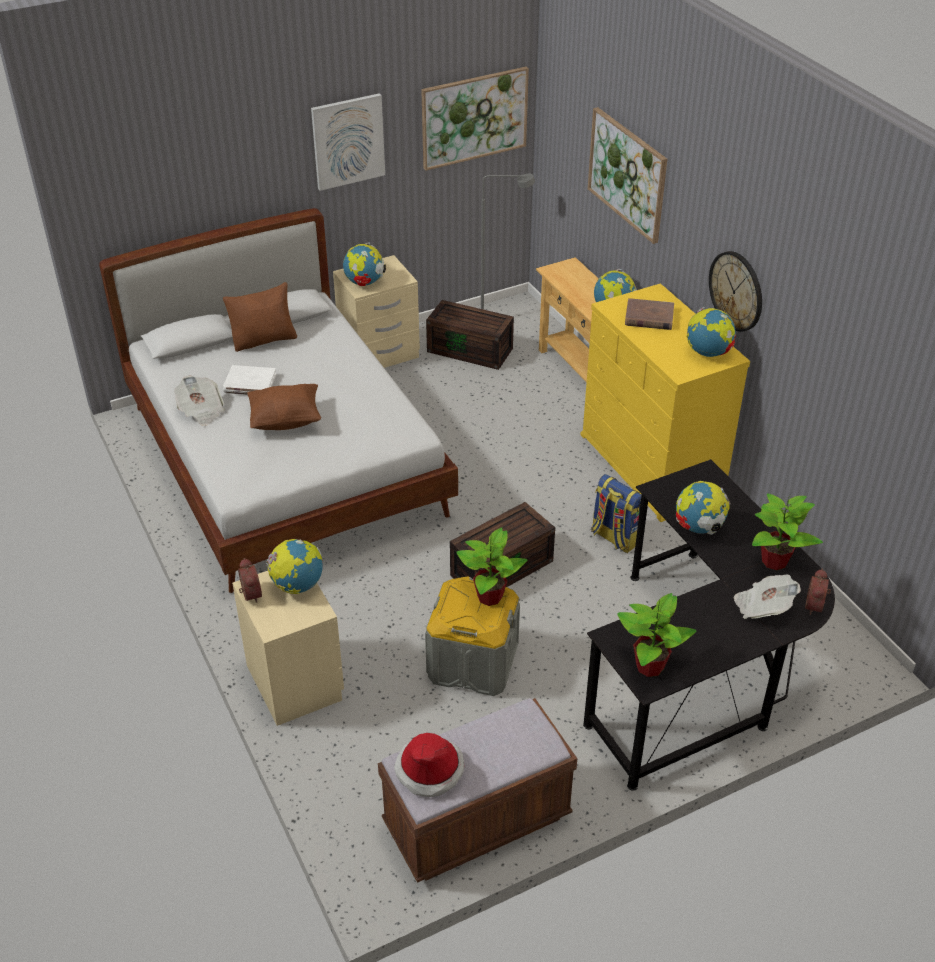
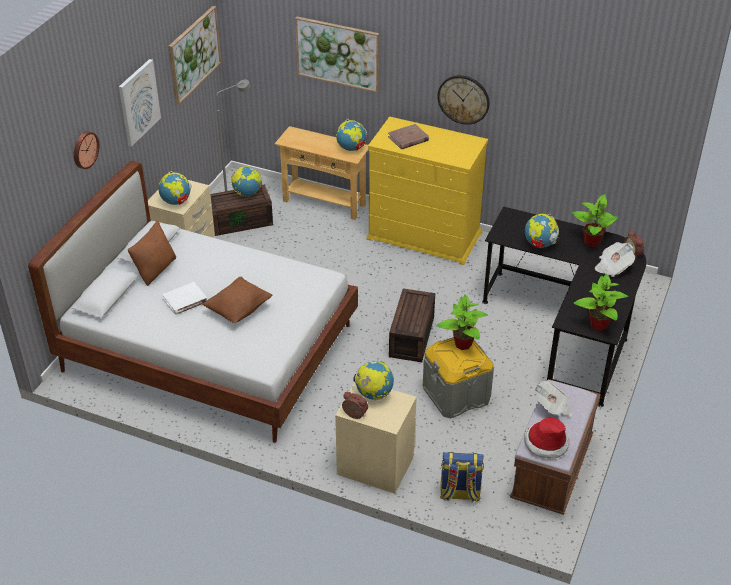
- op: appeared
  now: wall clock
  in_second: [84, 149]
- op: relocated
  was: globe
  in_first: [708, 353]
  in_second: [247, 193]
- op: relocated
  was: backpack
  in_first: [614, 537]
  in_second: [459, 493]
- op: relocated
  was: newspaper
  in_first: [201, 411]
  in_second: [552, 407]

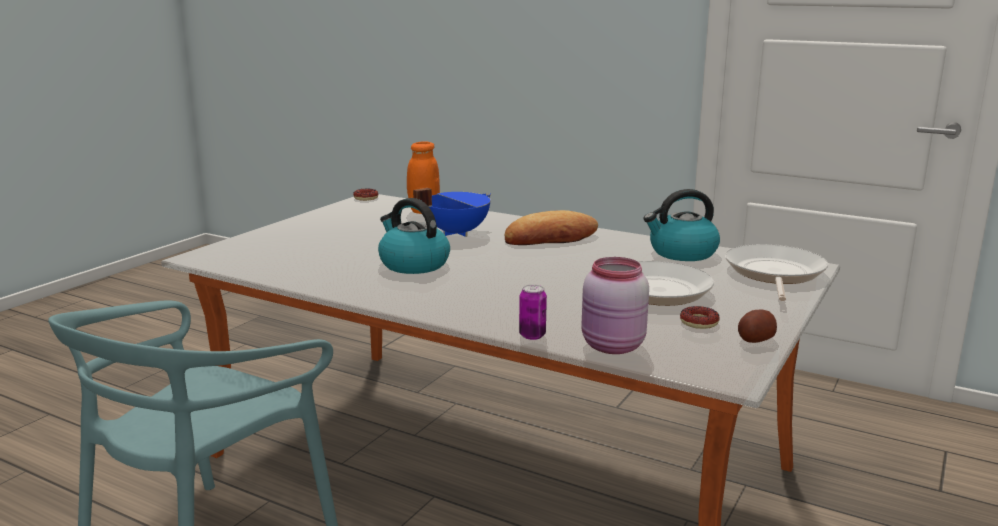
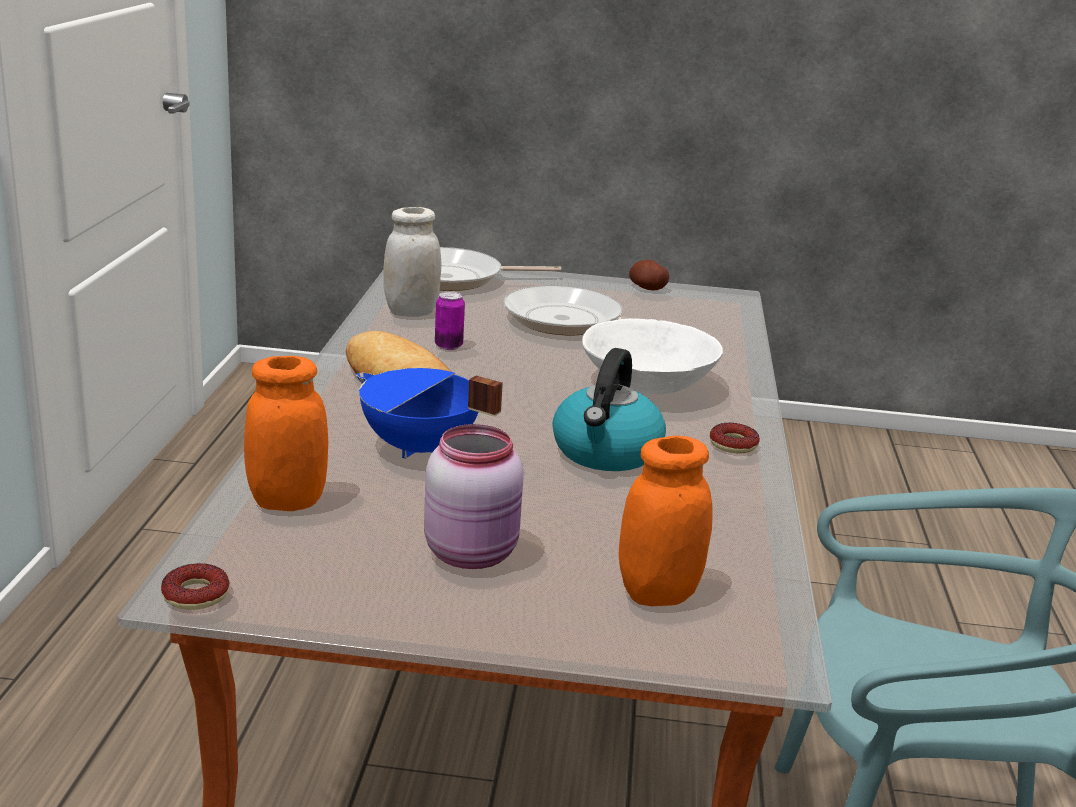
- op: exchanged
  was: kettle
  now: white jar
  in_first: [682, 253]
  in_second: [411, 312]
- op: relocated
  was: pink jar
  in_first: [613, 347]
  in_second: [473, 553]
- op: relocated
  was: can
  in_first: [532, 335]
  in_second: [448, 346]
- op: appeared
  now: white bowl
  in_second: [648, 385]
- op: appeared
  now: orange jar
  in_second: [658, 594]
- op: relocated
  was: donut
  in_first: [699, 322]
  in_second: [733, 444]

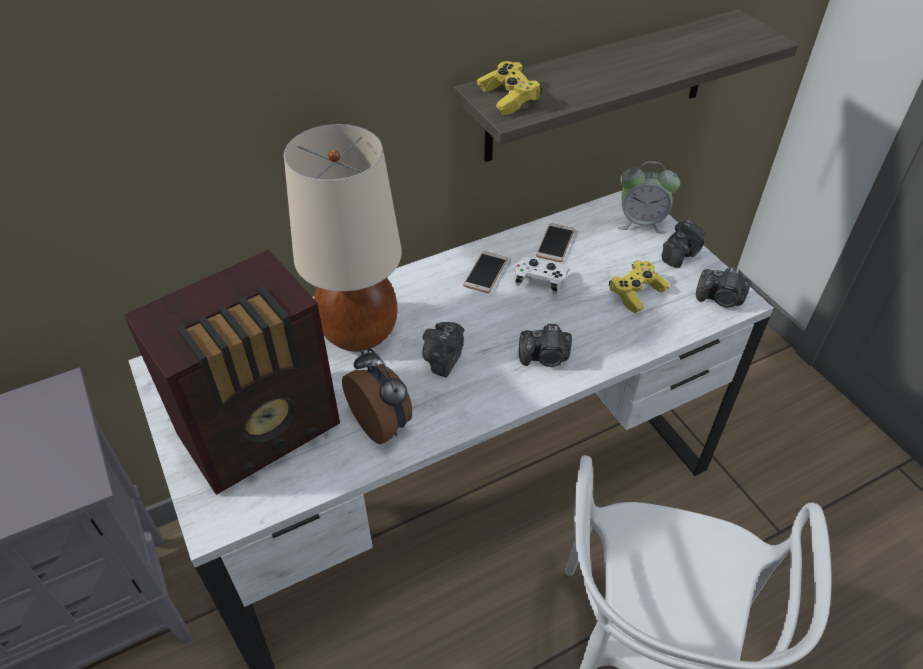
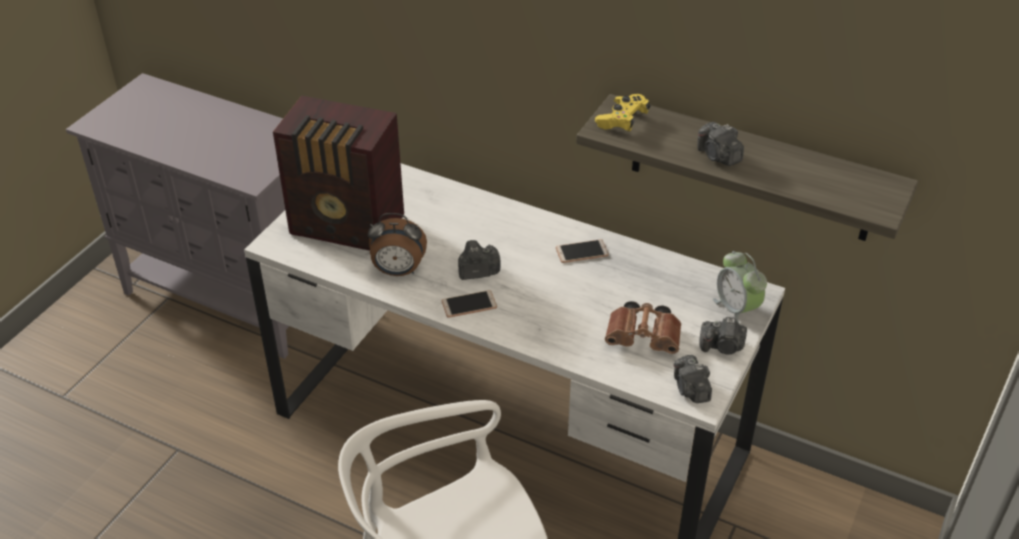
- op: spun
  was: alarm clock
  in_first: [382, 423]
  in_second: [398, 271]
  clockwise: 75
- op: relocated
  was: phone
  in_first: [555, 243]
  in_second: [469, 305]
- op: exchanged
  was: yellow game controller
  now: brown binoculars
  in_first: [636, 293]
  in_second: [645, 339]
- op: relocated
  was: photo camera
  in_first: [545, 357]
  in_second: [718, 156]
- op: missing
  was: beige table lamp
  in_first: [360, 331]
- op: missing
  was: white game controller
  in_first: [540, 281]

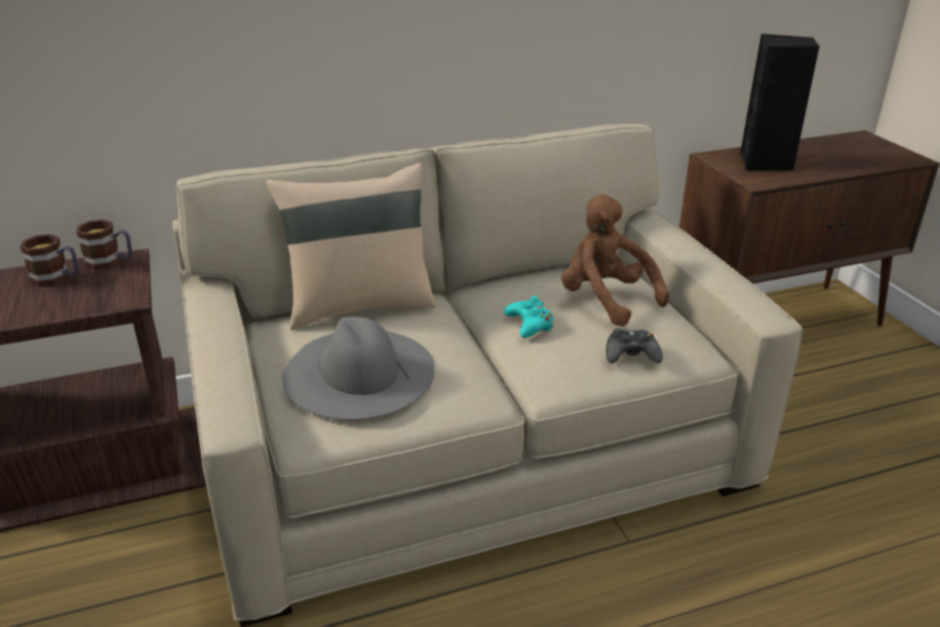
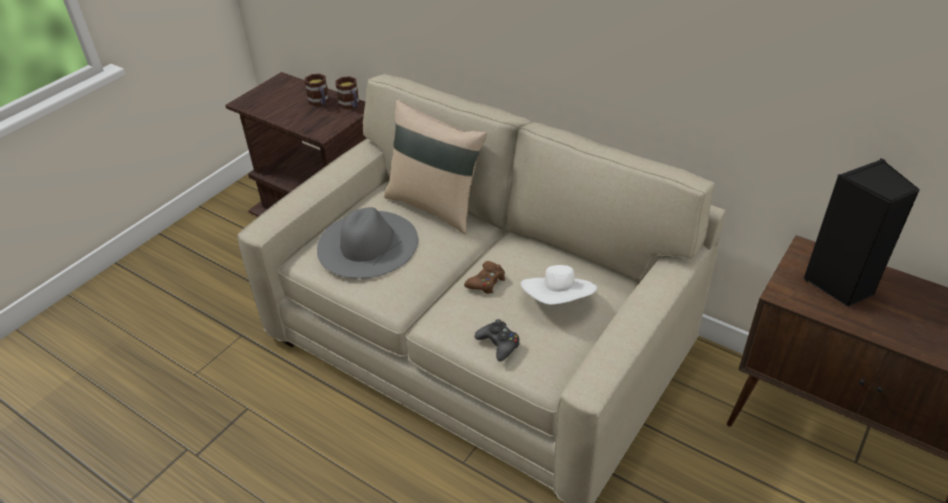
- op: colour
  was: turquoise game controller
  now: brown game controller
  in_first: [529, 324]
  in_second: [486, 282]
- op: exchanged
  was: brown plush toy
  now: white hat
  in_first: [605, 300]
  in_second: [558, 301]

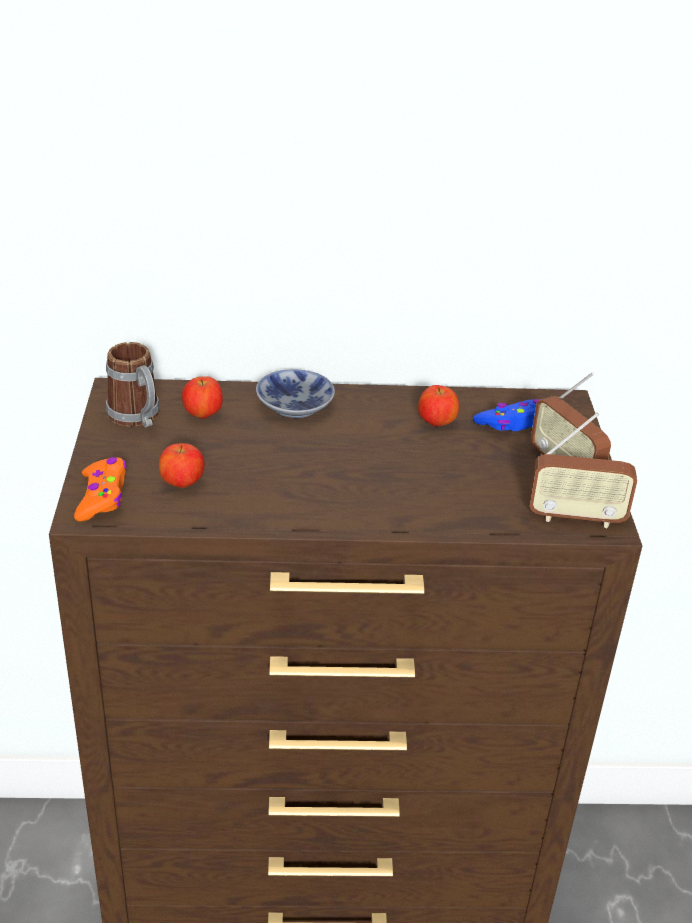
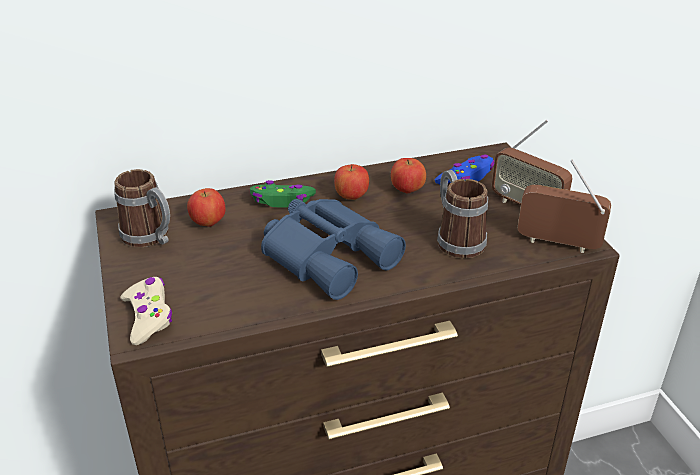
- op: colour
  was: orange game controller
  now: beige game controller
  in_first: [102, 496]
  in_second: [148, 316]
- op: exchanged
  was: bowl
  now: green game controller
  in_first: [292, 406]
  in_second: [282, 200]
- op: appeared
  now: blue binoculars
  in_second: [330, 254]
- op: relocated
  was: apple
  in_first: [182, 483]
  in_second: [351, 197]
- op: appeared
  now: mug
  in_second: [456, 239]
- op: spun
  was: radio
  in_first: [576, 517]
  in_second: [558, 243]
  clockwise: -150

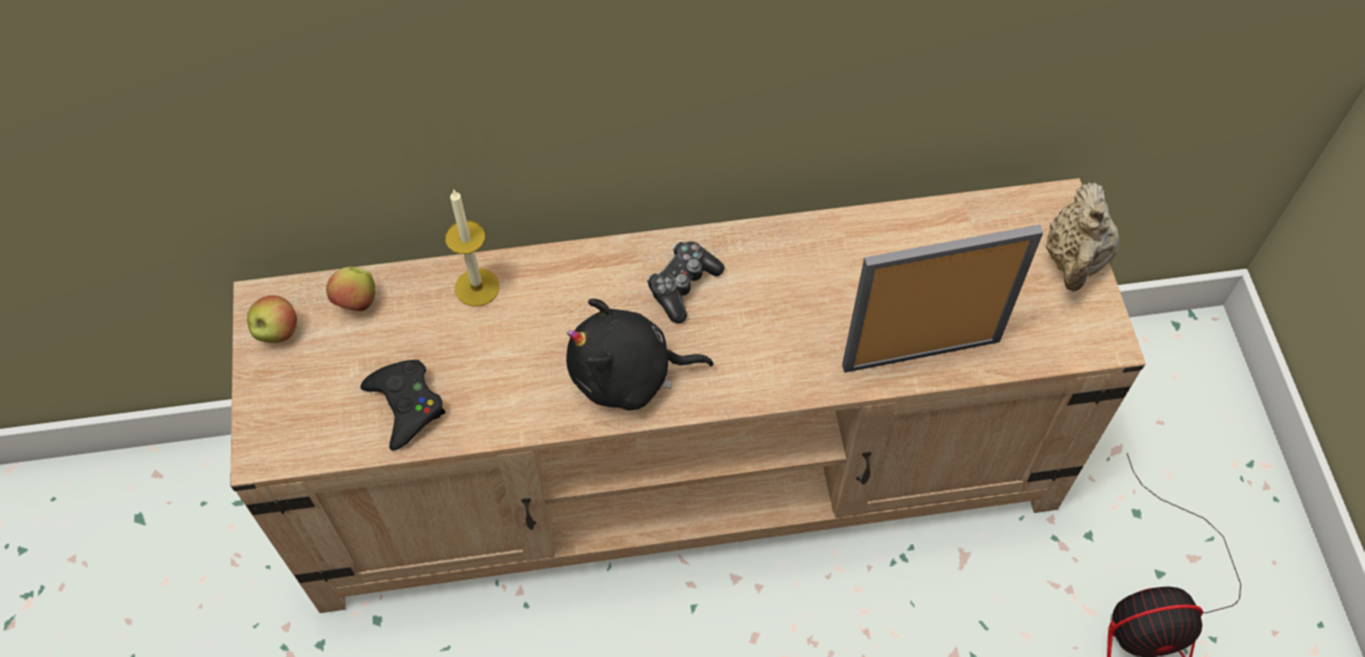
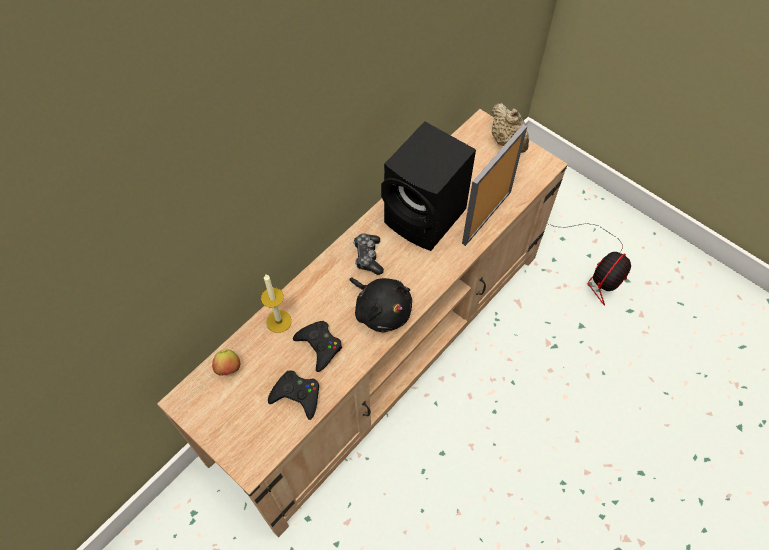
- op: appeared
  now: black game controller
  in_second: [319, 346]
- op: spun
  was: black plush toy
  in_first: [628, 375]
  in_second: [381, 310]
  clockwise: -90
- op: appeared
  now: black speaker
  in_second: [427, 218]
- op: missing
  was: apple
  in_first: [277, 332]

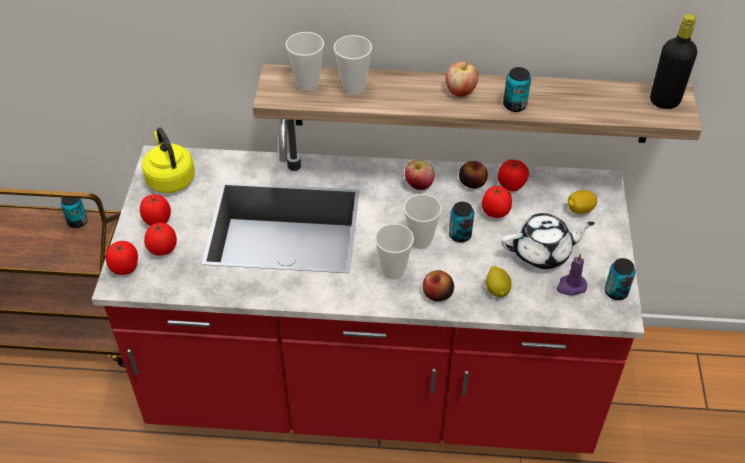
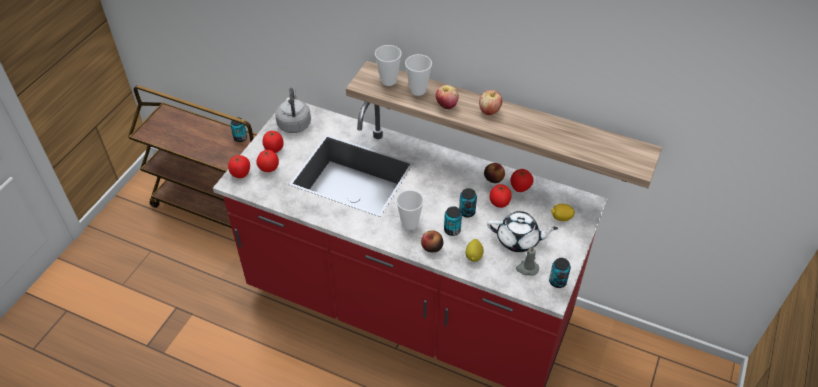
- op: colour
  was: yellow kettle
  now: grey kettle
  in_first: [170, 178]
  in_second: [294, 123]
- op: relocated
  was: apple
  in_first: [419, 185]
  in_second: [446, 105]
- op: relocated
  was: can
  in_first: [514, 105]
  in_second: [452, 230]
- op: colour
  was: purple candle
  now: grey candle
  in_first: [571, 286]
  in_second: [527, 268]
- op: missing
  was: cup
  in_first: [420, 241]
- op: missing
  was: black bottle
  in_first: [664, 101]

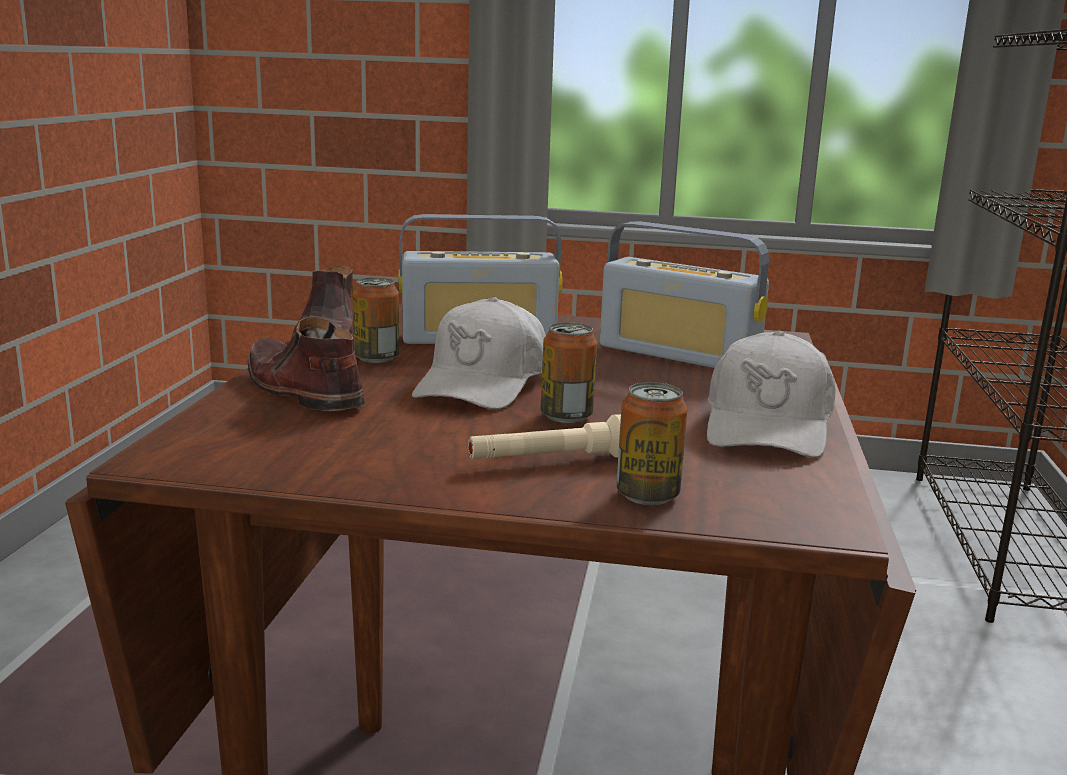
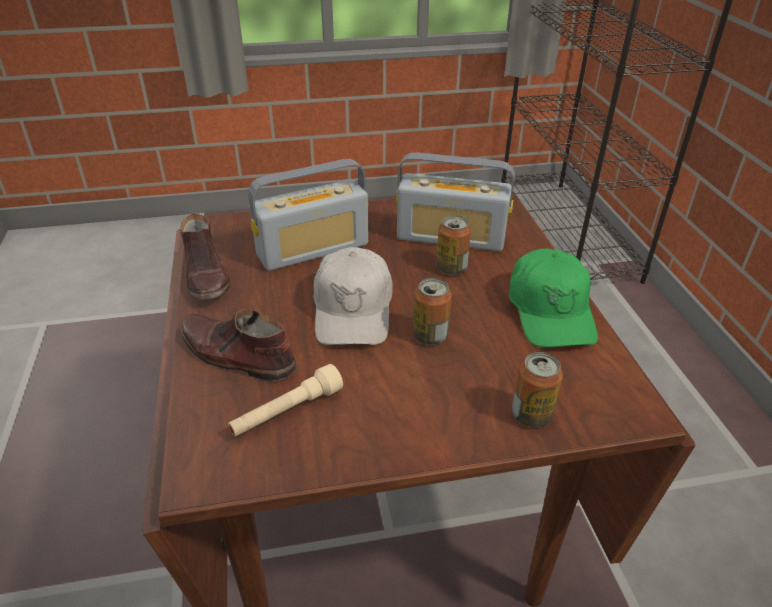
- op: relocated
  was: beige flashlight
  in_first: [554, 461]
  in_second: [287, 412]
- op: relocated
  was: can
  in_first: [376, 358]
  in_second: [451, 268]
- op: colour
  was: white cap
  now: green cap
  in_first: [768, 426]
  in_second: [551, 311]

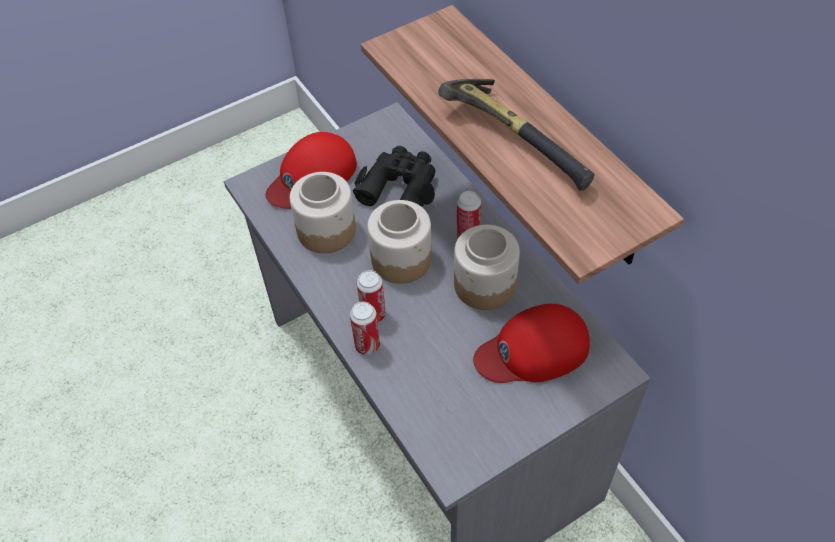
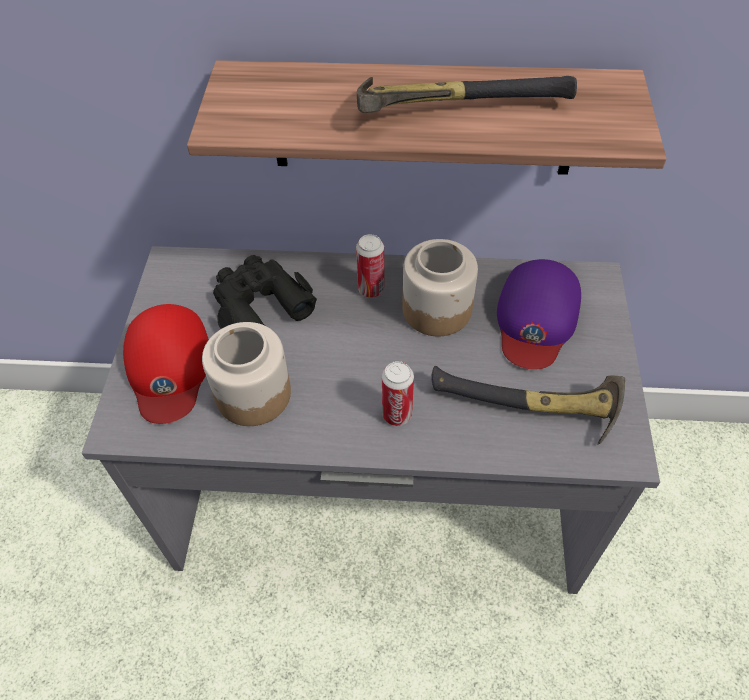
- op: appeared
  now: hammer
  in_second: [528, 410]
- op: colour
  was: red cap
  now: purple cap
  in_first: [533, 350]
  in_second: [536, 318]
- op: missing
  was: can
  in_first: [367, 345]
- op: missing
  was: jar
  in_first: [401, 259]

